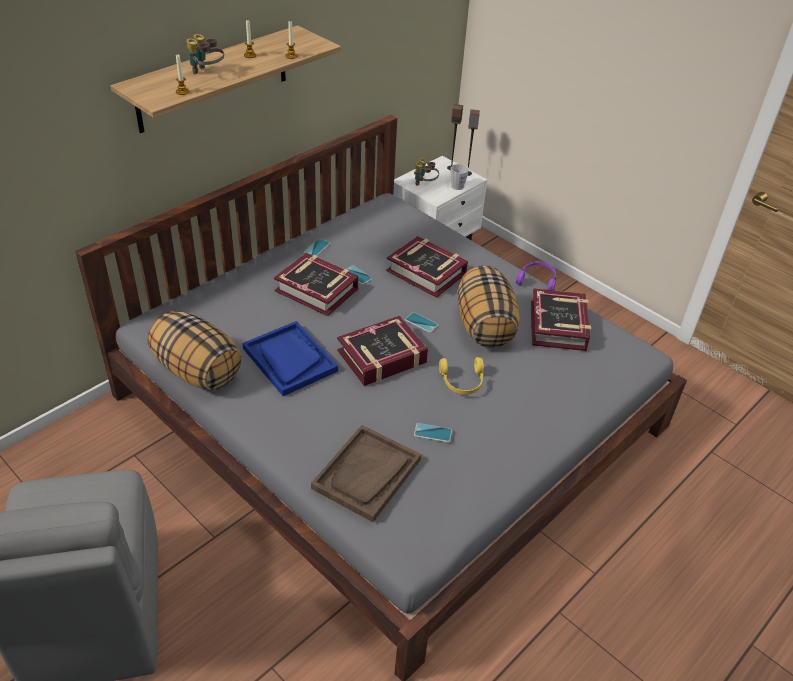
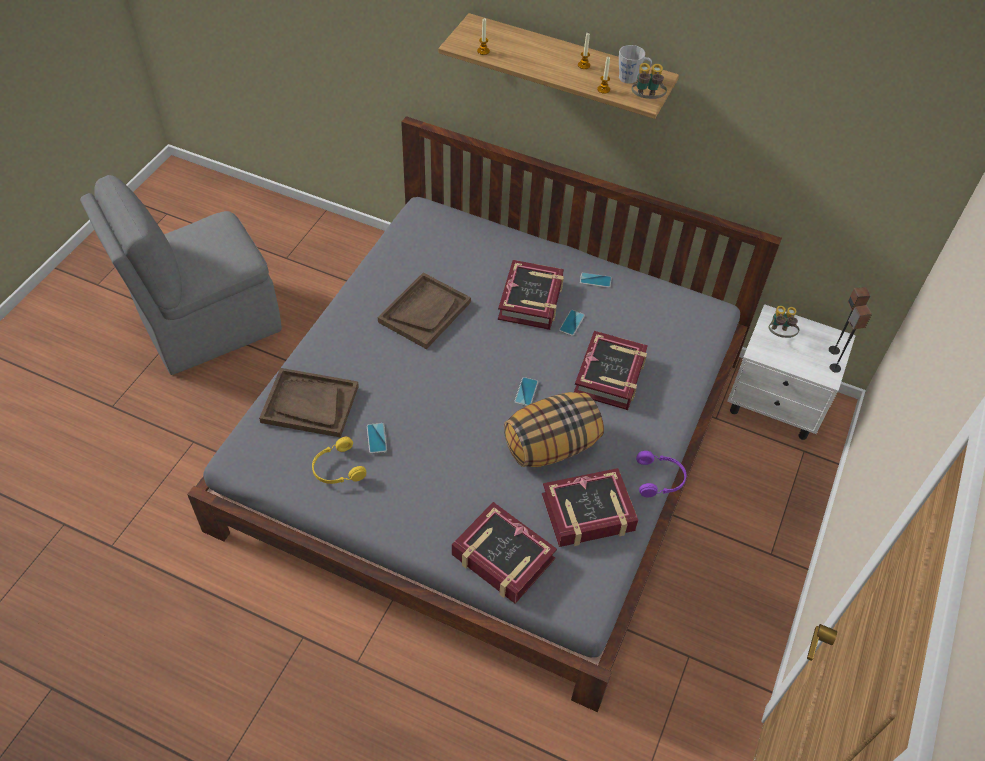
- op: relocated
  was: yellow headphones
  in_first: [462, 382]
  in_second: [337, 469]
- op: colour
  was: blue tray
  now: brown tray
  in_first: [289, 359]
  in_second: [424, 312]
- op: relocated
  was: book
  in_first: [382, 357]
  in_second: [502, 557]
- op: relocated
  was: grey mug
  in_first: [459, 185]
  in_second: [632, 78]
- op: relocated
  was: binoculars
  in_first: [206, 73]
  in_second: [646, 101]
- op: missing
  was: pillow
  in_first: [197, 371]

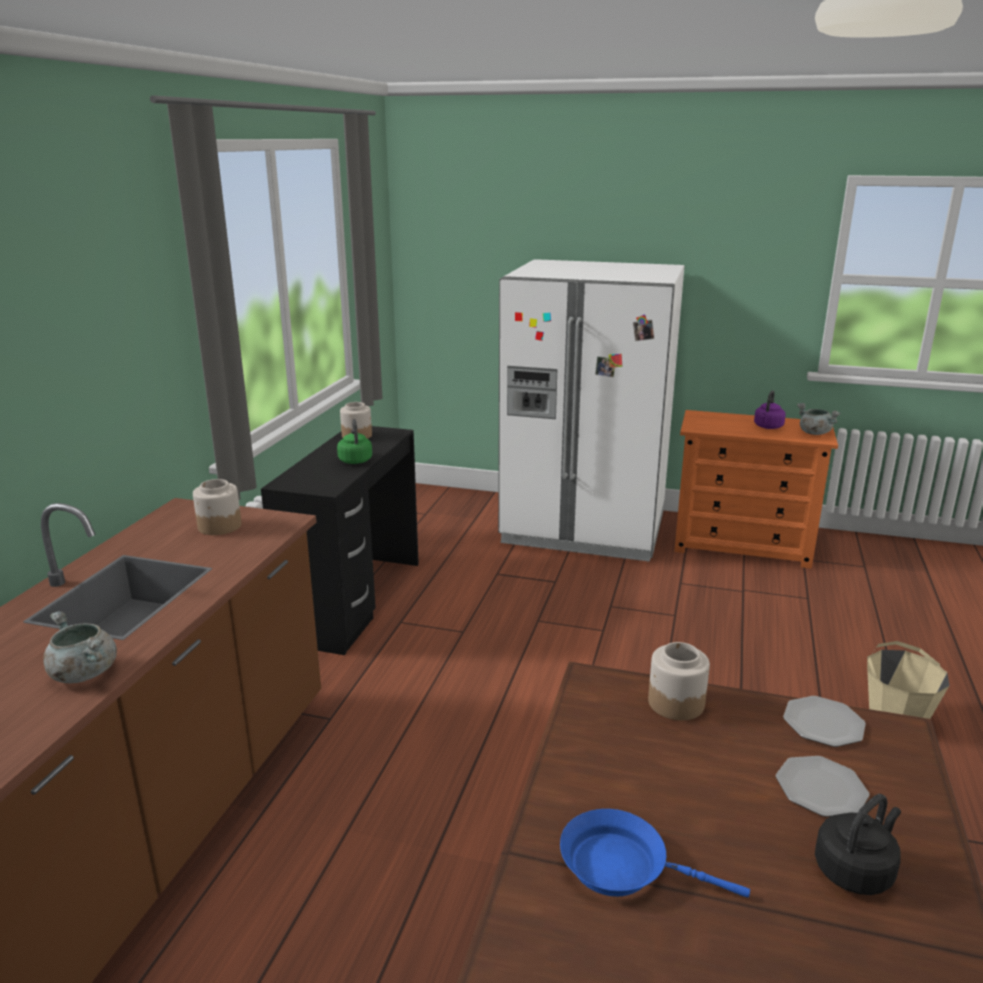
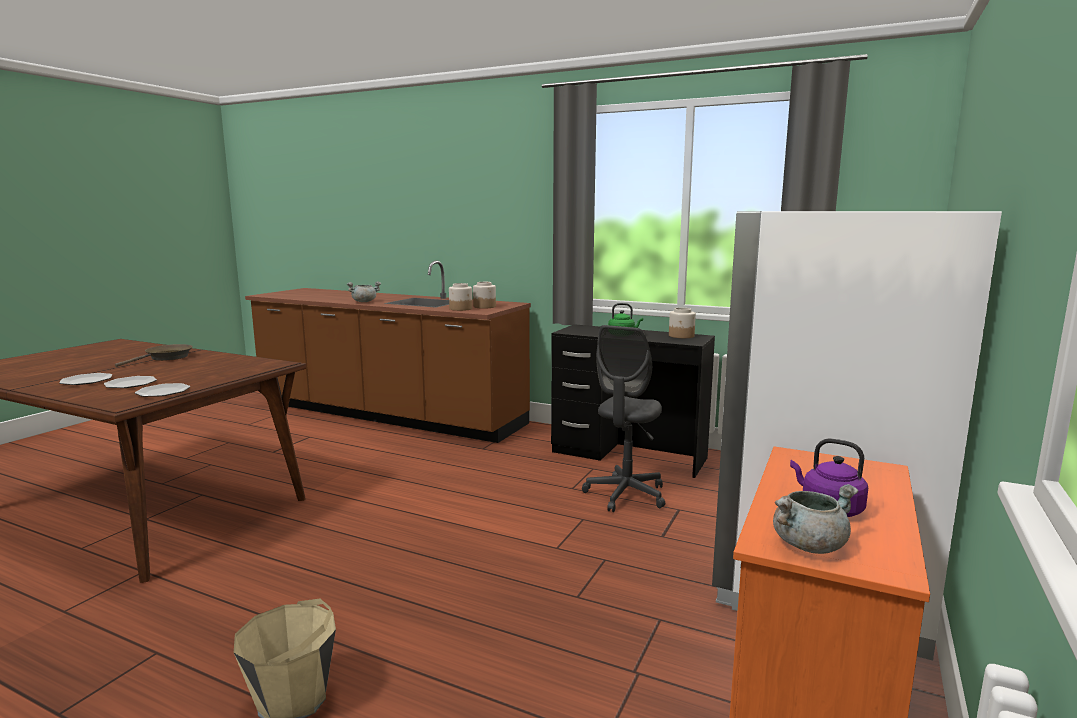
- op: exchanged
  was: black kettle
  now: plate
  in_first: [855, 870]
  in_second: [87, 381]
- op: colour
  was: blue frying pan
  now: brown frying pan
  in_first: [622, 866]
  in_second: [166, 358]
- op: relocated
  was: jar
  in_first: [675, 703]
  in_second: [461, 309]
- op: appeared
  now: grey office chair
  in_second: [626, 495]

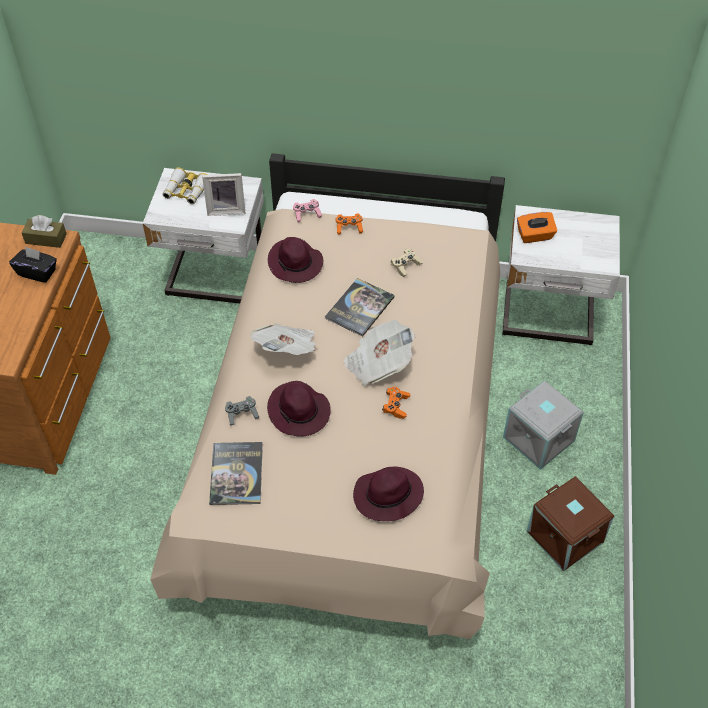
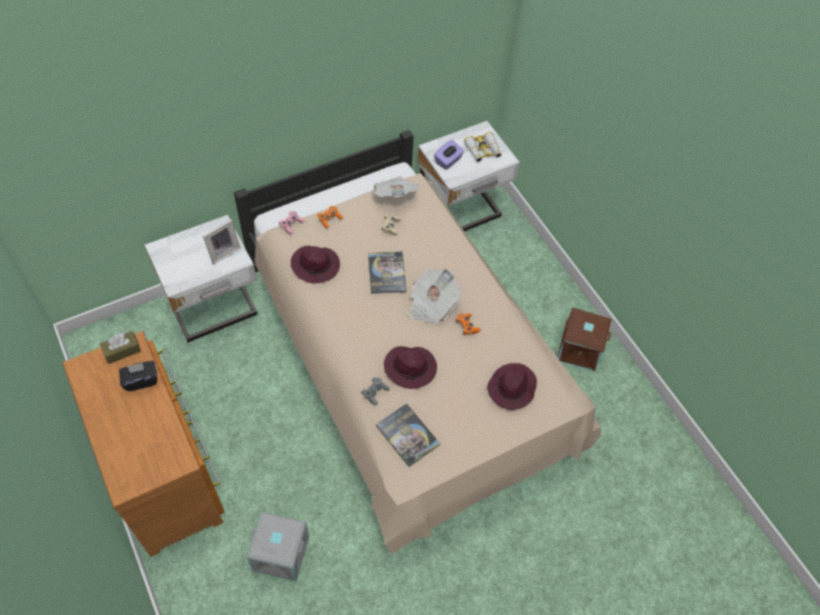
- op: relocated
  was: grey storage box
  in_first: [540, 438]
  in_second: [281, 552]
- op: relocated
  was: newspaper
  in_first: [287, 349]
  in_second: [395, 195]
- op: colour
  was: orange tissue box
  now: purple tissue box
  in_first: [535, 236]
  in_second: [448, 161]
- op: relocated
  was: binoculars
  in_first: [186, 191]
  in_second: [483, 151]

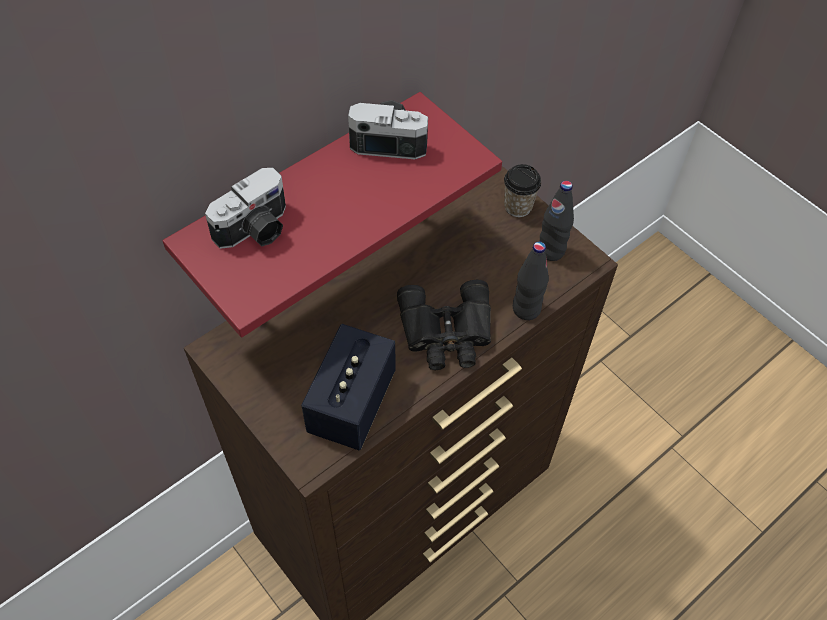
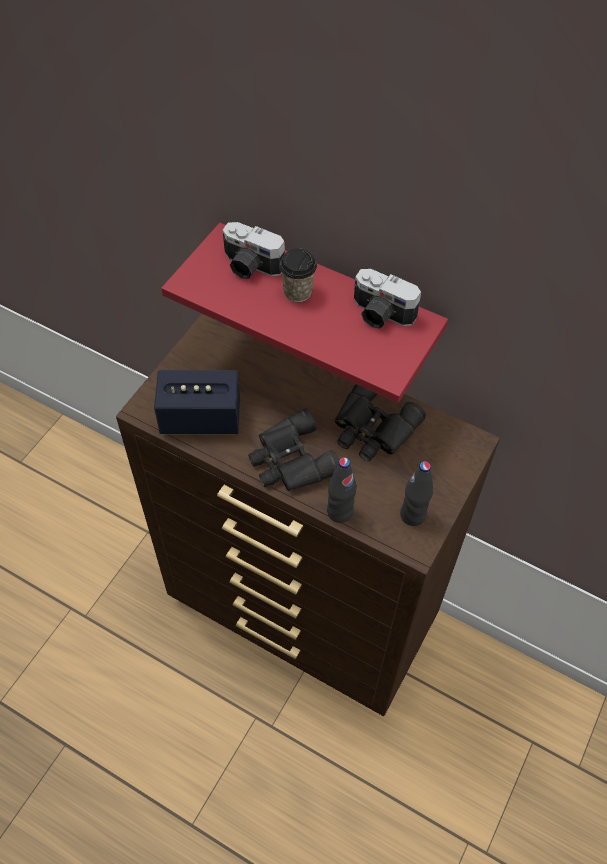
- op: relocated
  was: cup
  in_first: [518, 206]
  in_second: [297, 292]
- op: appeared
  now: black binoculars
  in_second: [372, 429]
- op: spun
  was: photo camera
  in_first: [389, 140]
  in_second: [380, 315]
  clockwise: 135

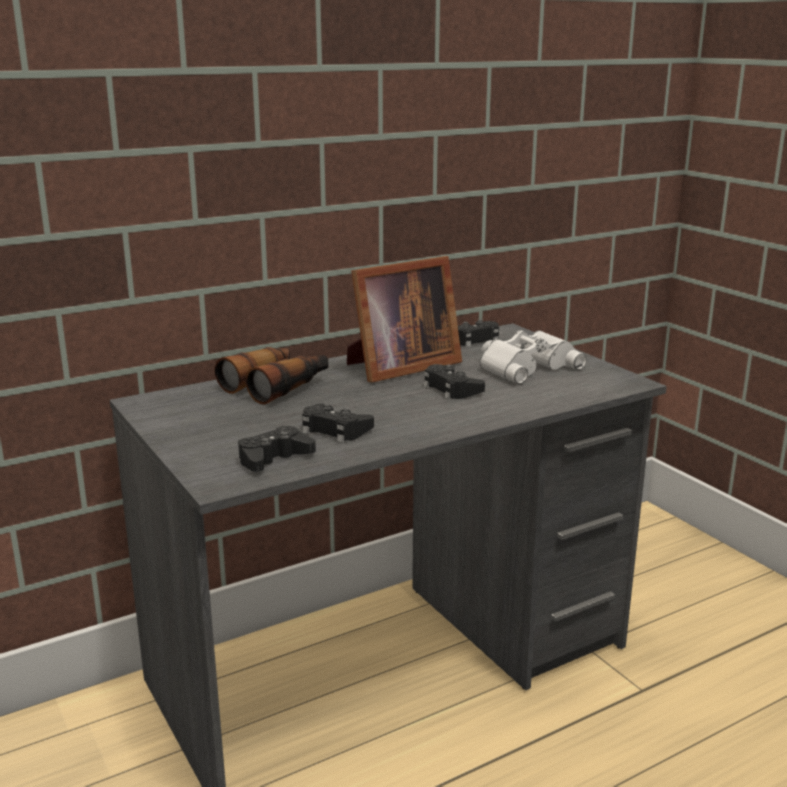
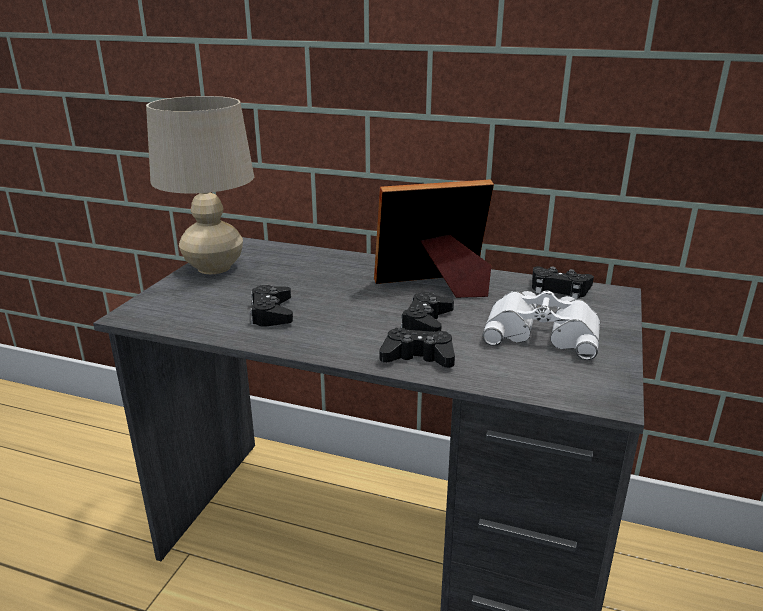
- op: appeared
  now: beige table lamp
  in_second: [214, 267]
- op: spun
  was: picture frame
  in_first: [399, 367]
  in_second: [437, 286]
  clockwise: 150
- op: relocated
  was: black game controller
  in_first: [274, 458]
  in_second: [418, 357]
- op: missing
  was: binoculars
  in_first: [277, 385]

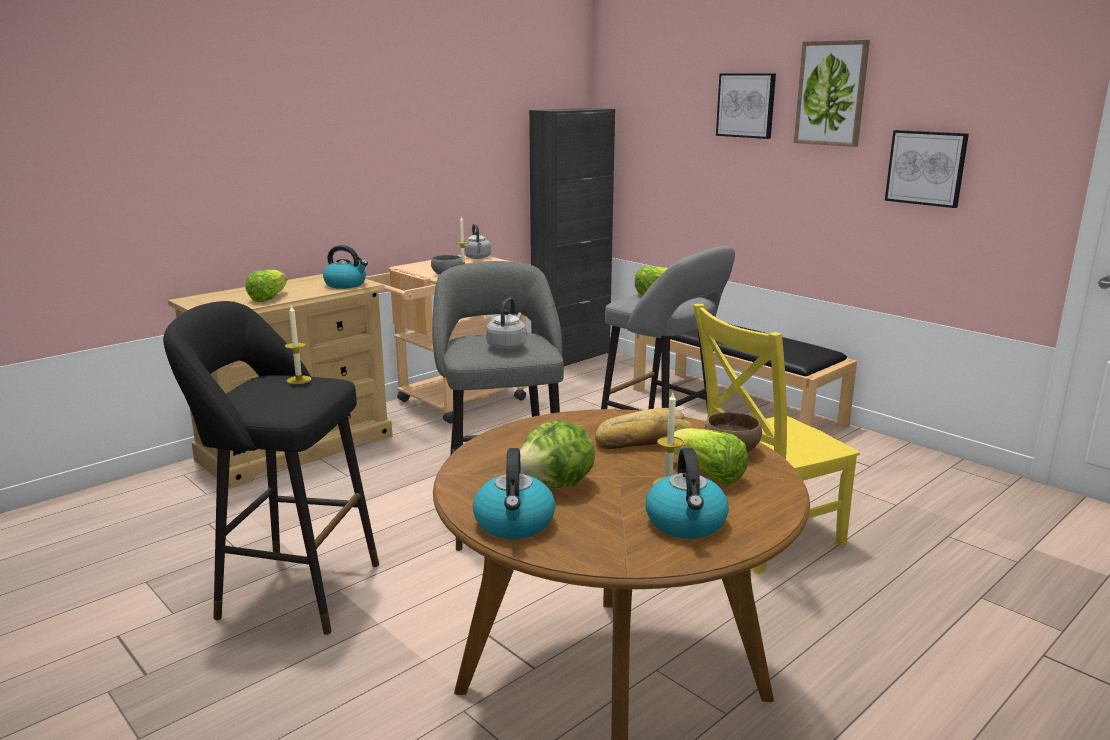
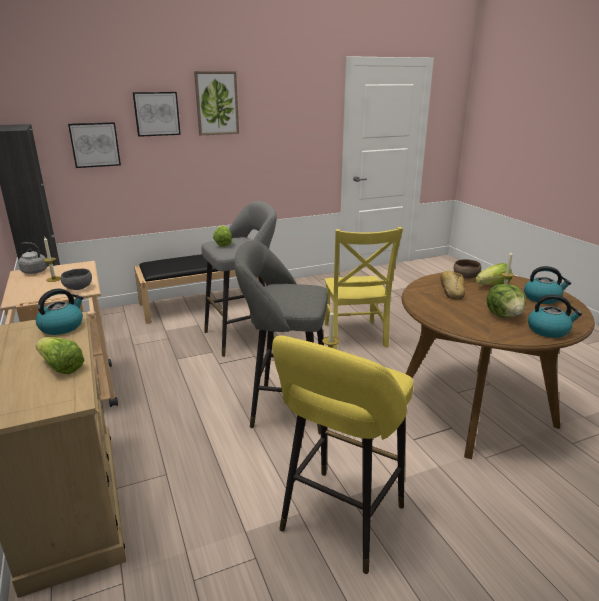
- op: relocated
  was: picture
  in_first: [926, 168]
  in_second: [95, 144]
- op: colour
  was: black stool
  now: yellow stool
  in_first: [291, 589]
  in_second: [339, 523]
- op: missing
  was: grey kettle
  in_first: [507, 346]

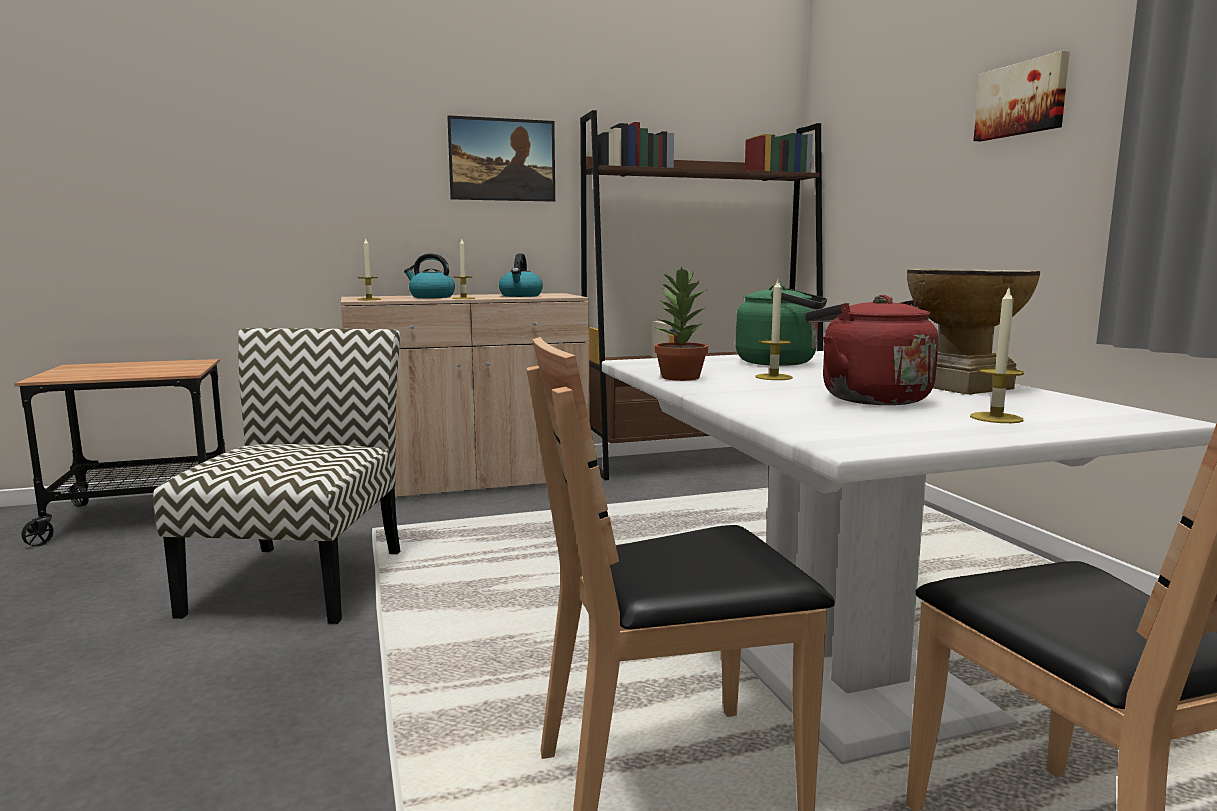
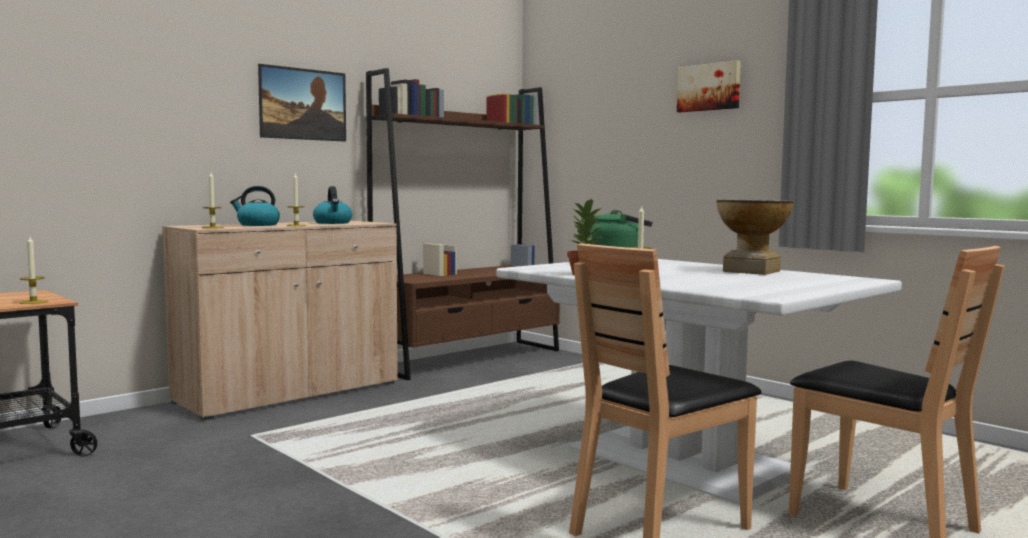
- op: relocated
  was: candle
  in_first: [996, 418]
  in_second: [33, 302]
- op: missing
  was: chair
  in_first: [299, 580]
- op: missing
  was: red kettle
  in_first: [868, 398]

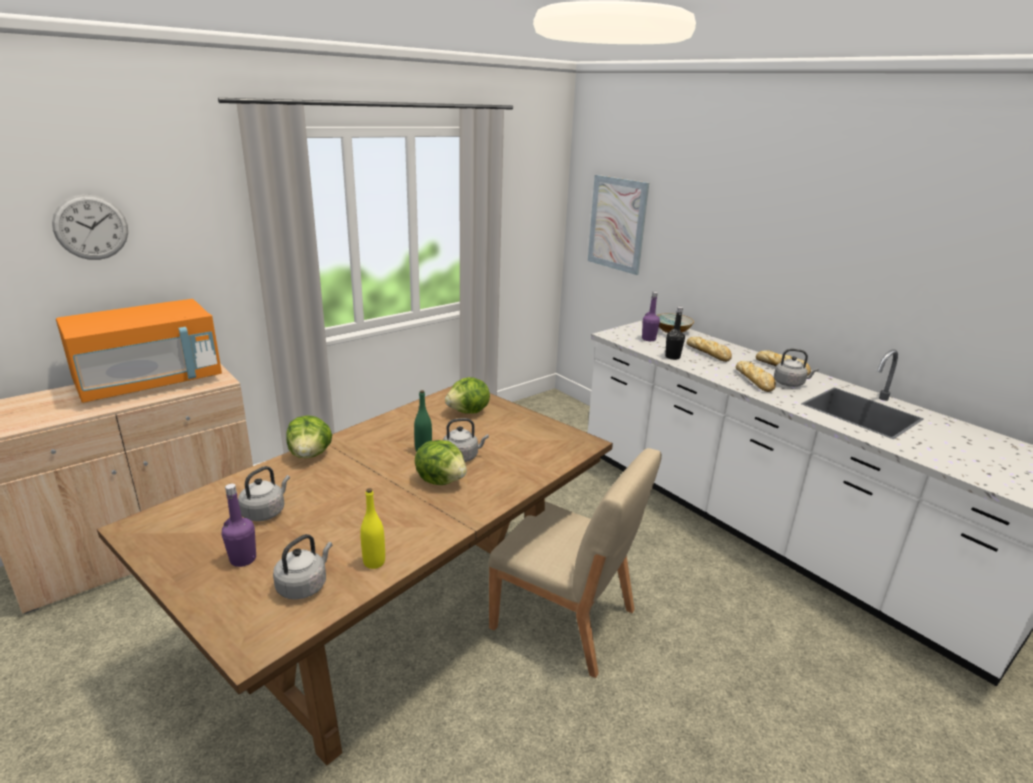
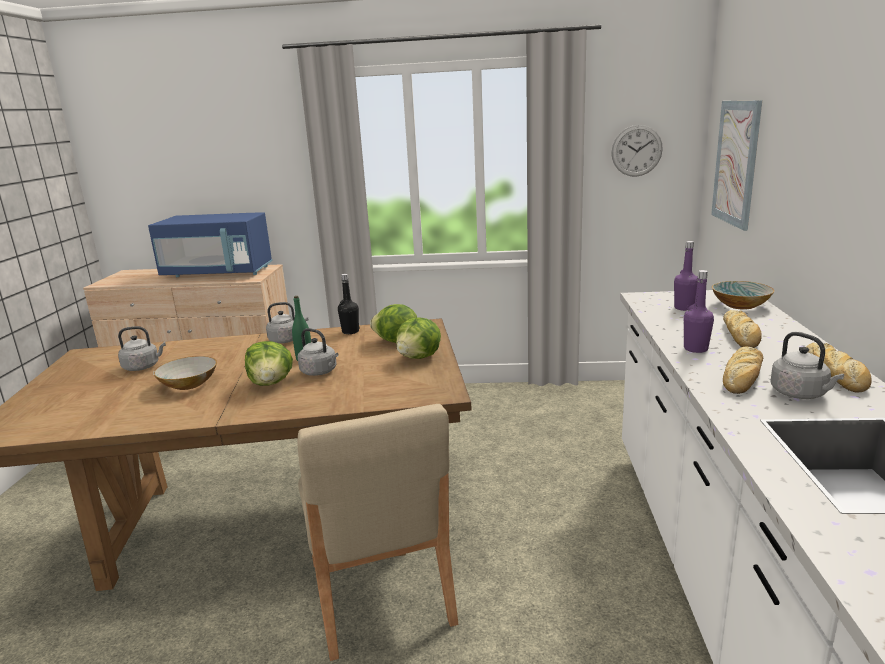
- op: colour
  was: orange microwave
  now: blue microwave
  in_first: [150, 383]
  in_second: [218, 273]
- op: appeared
  now: bowl
  in_second: [188, 384]
- op: relocated
  was: grey kettle
  in_first: [304, 586]
  in_second: [287, 340]
- op: relocated
  was: black bottle
  in_first: [672, 357]
  in_second: [350, 331]
- op: relocated
  was: lettuce
  in_first: [310, 455]
  in_second: [419, 357]
- op: relocated
  was: wall clock
  in_first: [91, 227]
  in_second: [636, 151]
- op: relocated
  was: purple bottle
  in_first: [243, 559]
  in_second: [695, 349]
- op: missing
  was: yellow bottle
  in_first: [374, 562]

